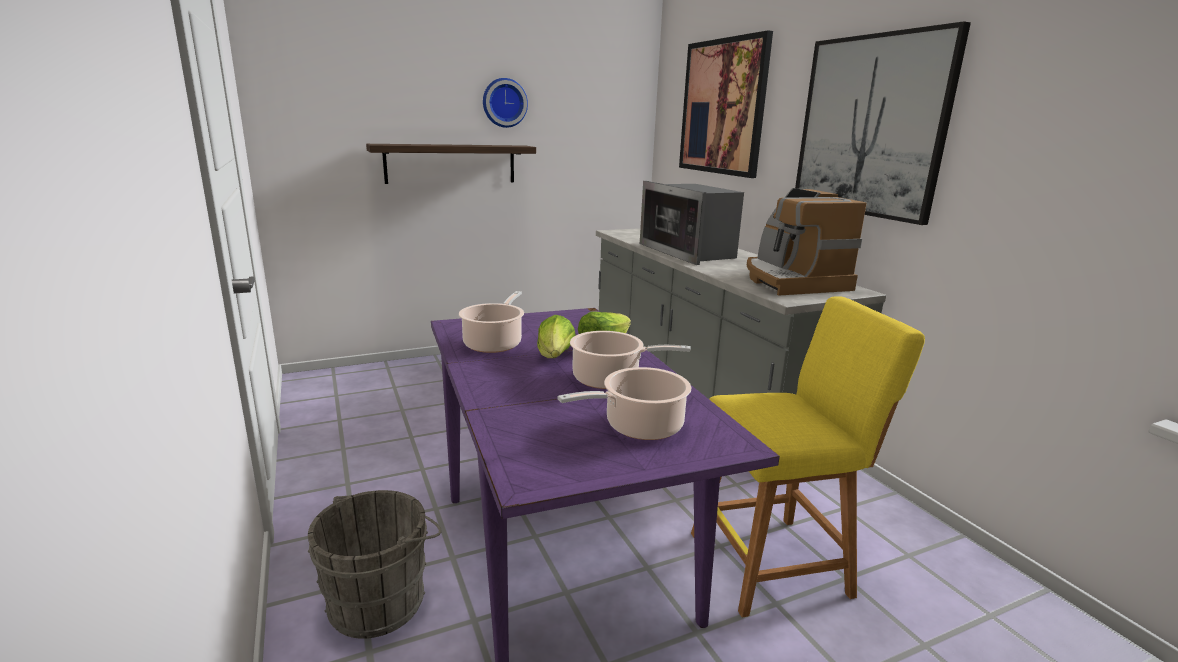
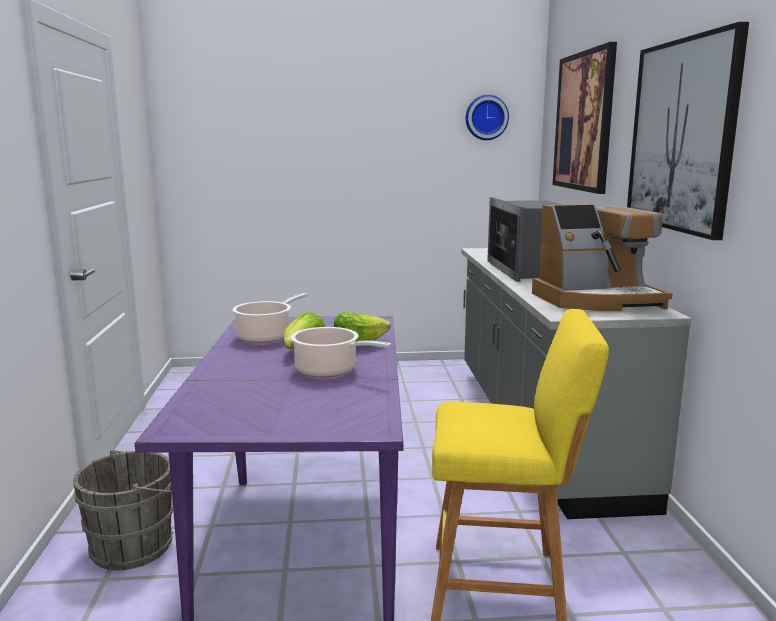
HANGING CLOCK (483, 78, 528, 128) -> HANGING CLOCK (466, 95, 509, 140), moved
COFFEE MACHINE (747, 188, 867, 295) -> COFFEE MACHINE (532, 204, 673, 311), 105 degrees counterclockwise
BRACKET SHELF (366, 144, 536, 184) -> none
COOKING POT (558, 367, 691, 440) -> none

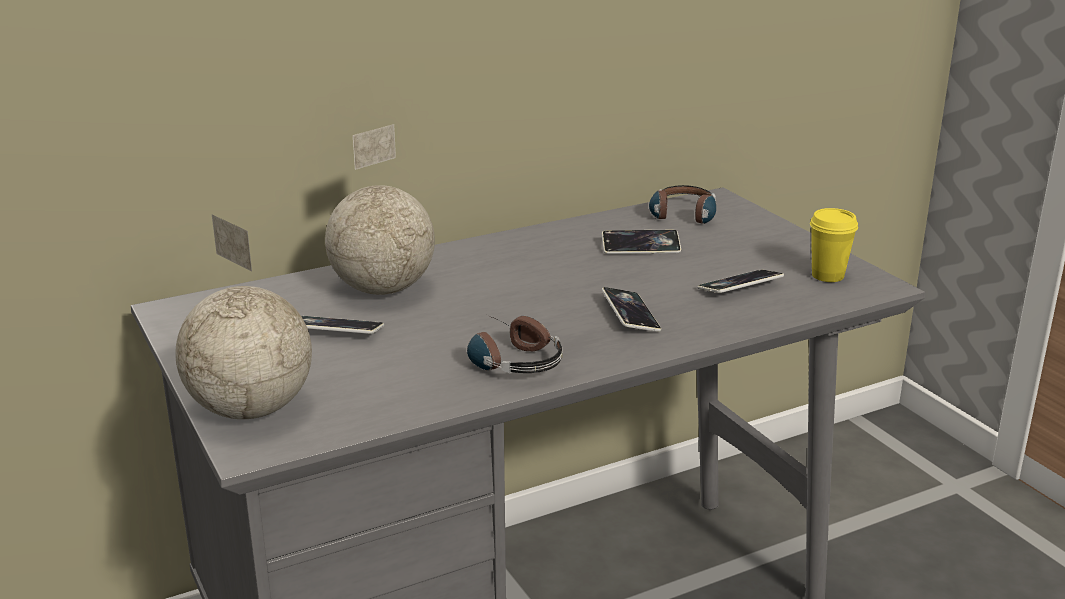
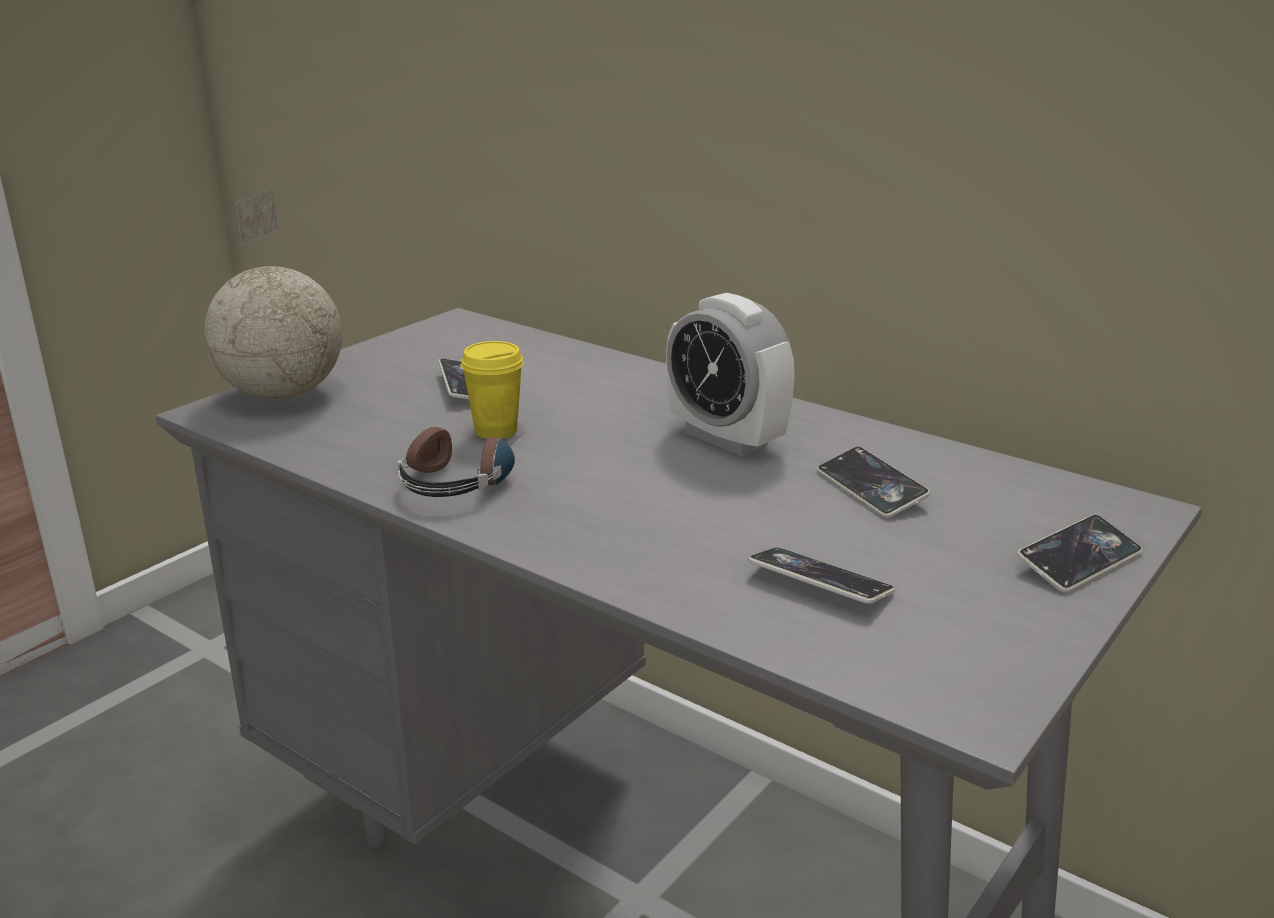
YELLOW SMALL CUP (810, 208, 858, 282) -> YELLOW SMALL CUP (461, 341, 524, 439), moved
none -> TABLE CLOCK (666, 293, 795, 456)
HANDSET (602, 287, 661, 332) -> HANDSET (1017, 515, 1142, 592), moved
GLOBE (325, 124, 435, 295) -> none
HEADSET (649, 185, 716, 224) -> none

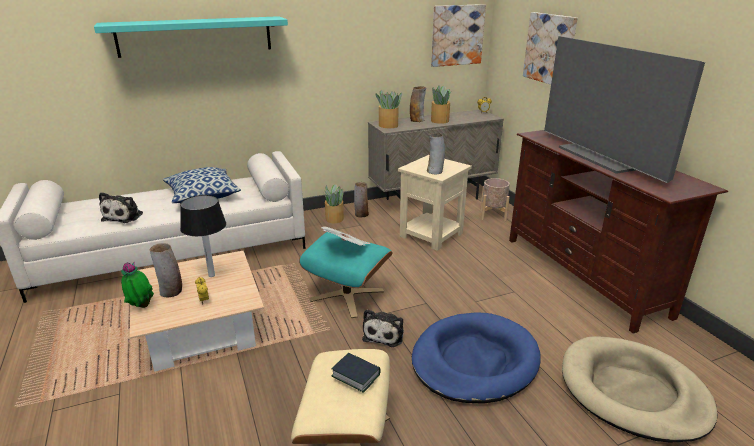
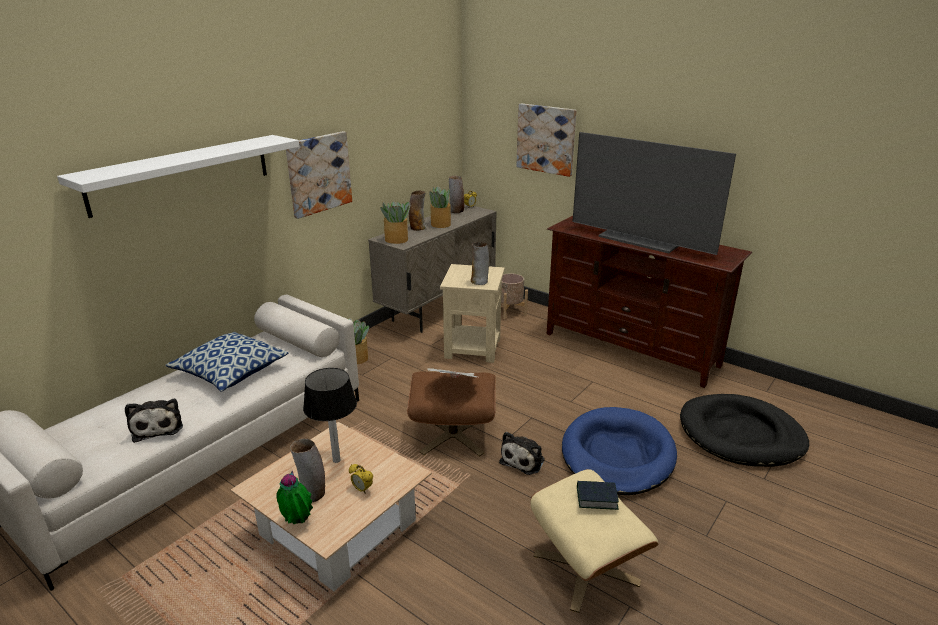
TURQUOISE BRACKET SHELF (94, 16, 288, 58) -> WHITISH BRACKET SHELF (57, 135, 300, 218)
WALL ART (431, 4, 486, 67) -> WALL ART (286, 131, 352, 219), moved
TURQUOISE OTTOMAN (299, 232, 393, 318) -> BROWNISH OTTOMAN (407, 372, 496, 457)
VASE (354, 182, 369, 218) -> VASE (449, 176, 464, 213), moved
SOFT TOY (362, 309, 404, 347) -> SOFT TOY (499, 432, 545, 475), 45 degrees clockwise
BEIGE-COLOURED PET BED (562, 336, 718, 442) -> BLACKISH PET BED (680, 394, 809, 467)

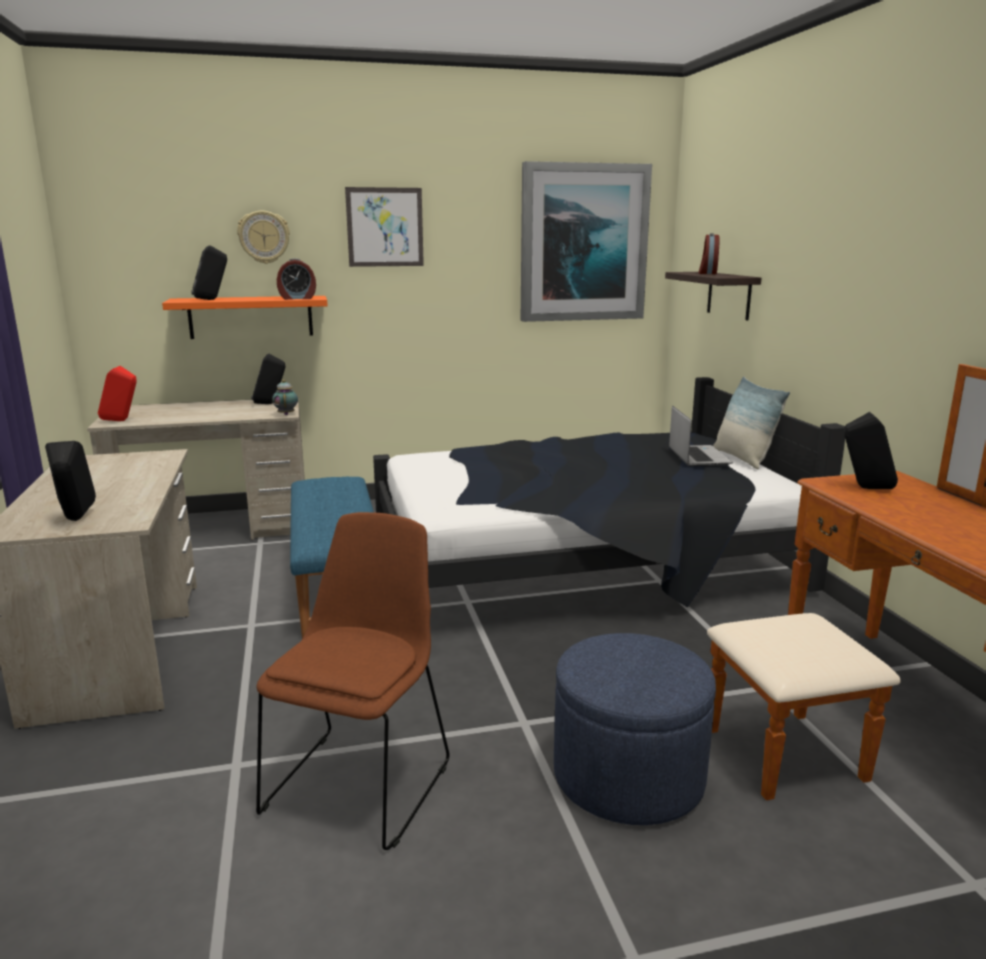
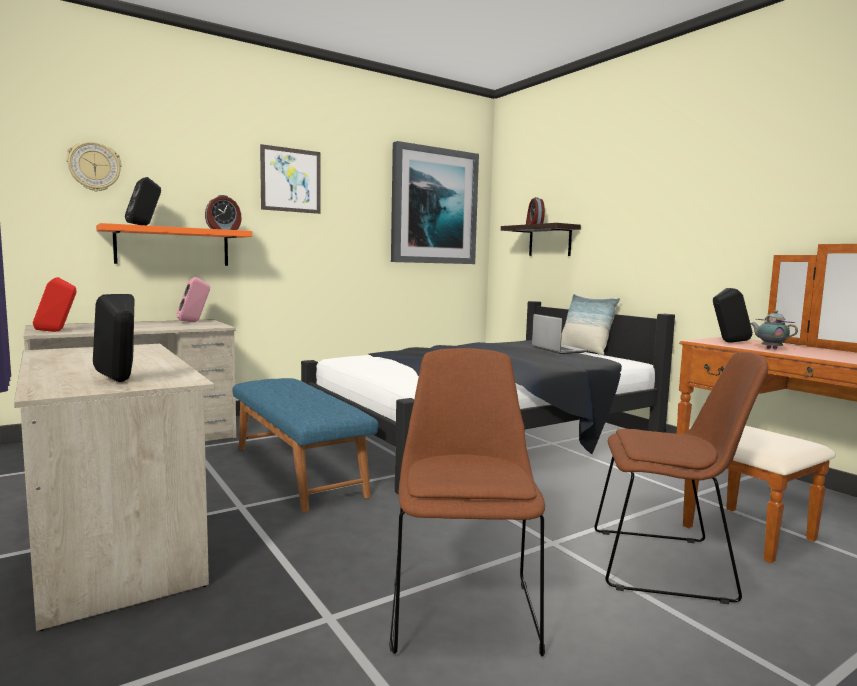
HANGING CLOCK (237, 211, 290, 264) -> HANGING CLOCK (66, 141, 122, 191), moved
BLACKISH AUDIO SPEAKER (251, 353, 285, 404) -> PINKISH AUDIO SPEAKER (177, 277, 210, 322)
BLUE OTTOMAN (554, 633, 716, 825) -> BROWNISH CHAIR (594, 352, 768, 604)
POT FOR TEA (272, 380, 298, 415) -> POT FOR TEA (750, 310, 798, 350), moved

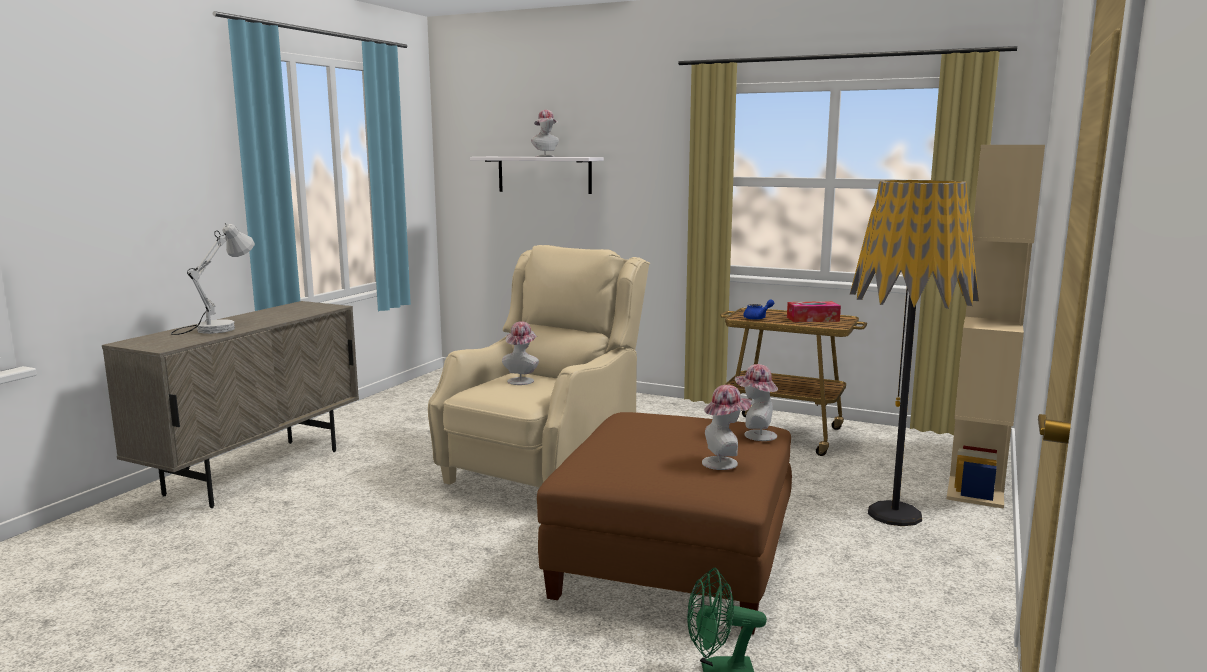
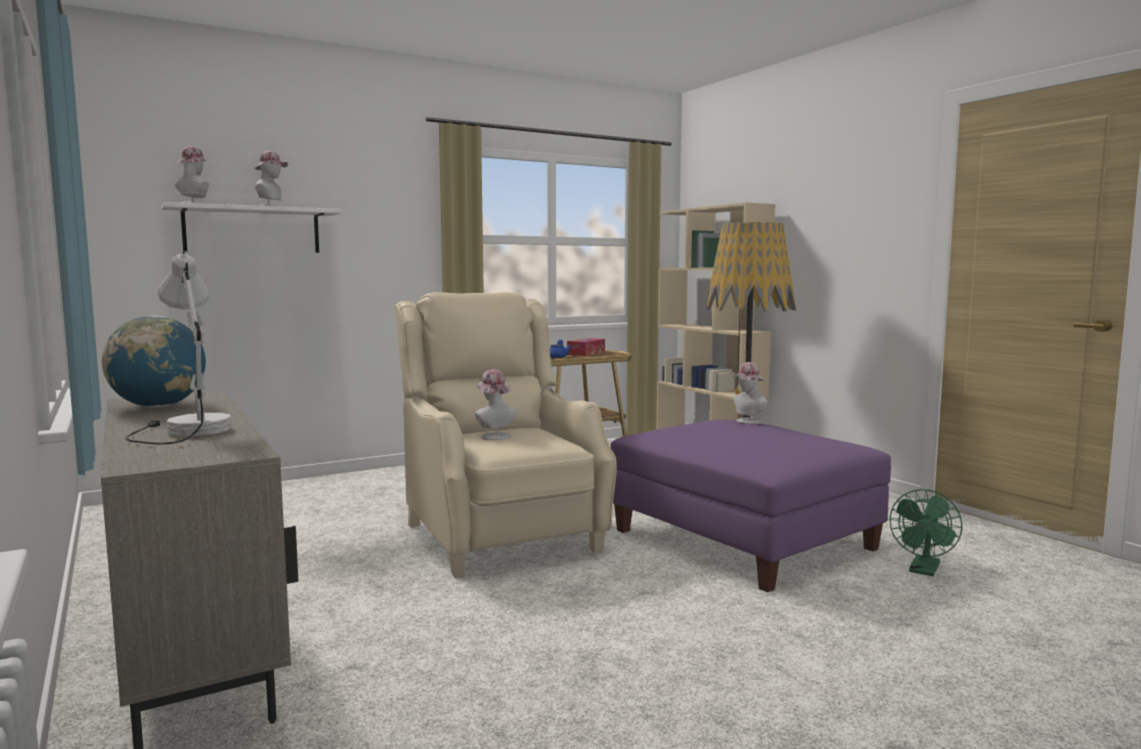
none -> GLOBE (102, 316, 206, 407)
HAT (702, 385, 752, 470) -> HAT (175, 146, 210, 204), moved
BROWNISH OTTOMAN (537, 412, 792, 635) -> PURPLE-COLOURED OTTOMAN (611, 420, 891, 592)

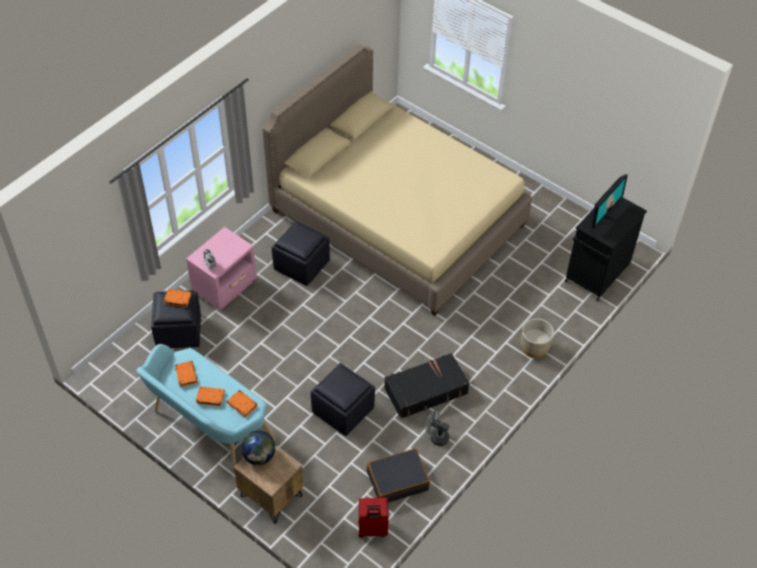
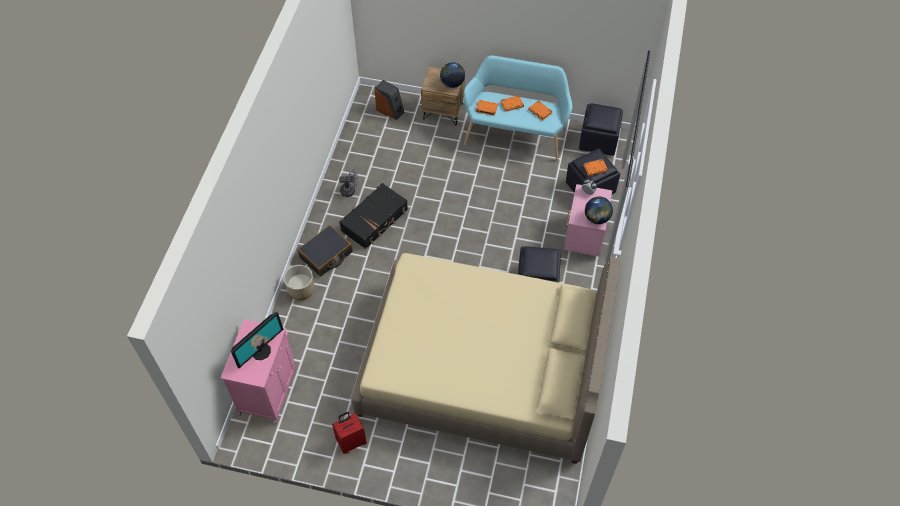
BLACKISH CABINET (565, 197, 647, 301) -> PINKISH CABINET (220, 319, 296, 424)
COMPUTER SCREEN (592, 174, 628, 229) -> COMPUTER SCREEN (231, 312, 284, 368), 150 degrees counterclockwise
BLACKISH SUITCASE (367, 448, 430, 503) -> BLACKISH SUITCASE (298, 225, 353, 276), moved
RED-COLOURED SUITCASE (358, 498, 389, 538) -> RED-COLOURED SUITCASE (332, 412, 367, 454), moved
none -> AUDIO SPEAKER (375, 80, 404, 120)
BLACKISH OTTOMAN (311, 363, 375, 436) -> BLACKISH OTTOMAN (579, 103, 623, 156), moved
none -> GLOBE (585, 197, 613, 224)

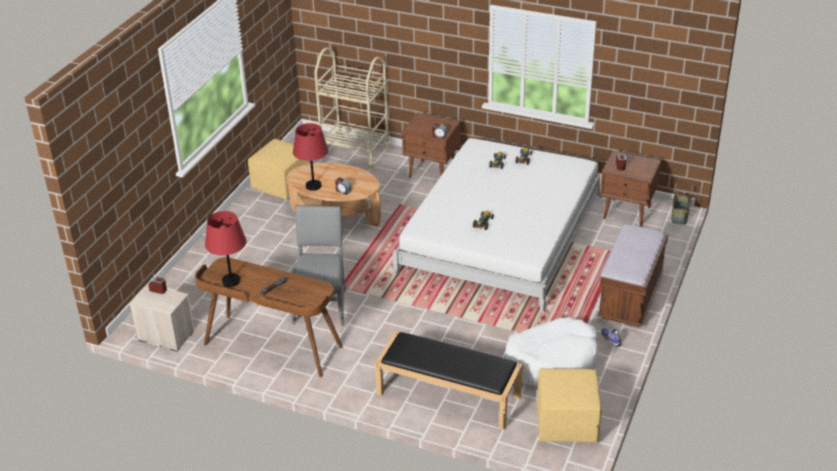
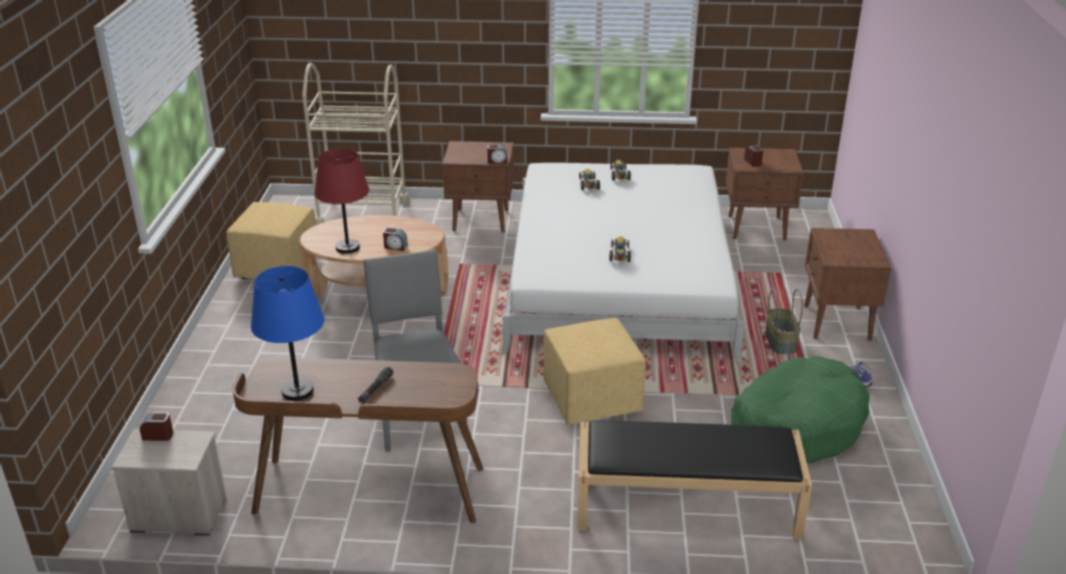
RED-COLOURED TABLETOP LAMP (205, 211, 246, 287) -> BLUE TABLETOP LAMP (251, 266, 324, 401)
YELLOW OTTOMAN (537, 368, 602, 443) -> YELLOW OTTOMAN (543, 318, 646, 425), moved
WHITISH PET BED (505, 317, 598, 387) -> GREEN PET BED (731, 356, 869, 463)
HOUSEHOLD BASKET (672, 183, 693, 225) -> HOUSEHOLD BASKET (765, 289, 803, 354), moved
BROWNISH BENCH (597, 224, 669, 327) -> BROWNISH NIGHT TABLE (804, 228, 891, 341)

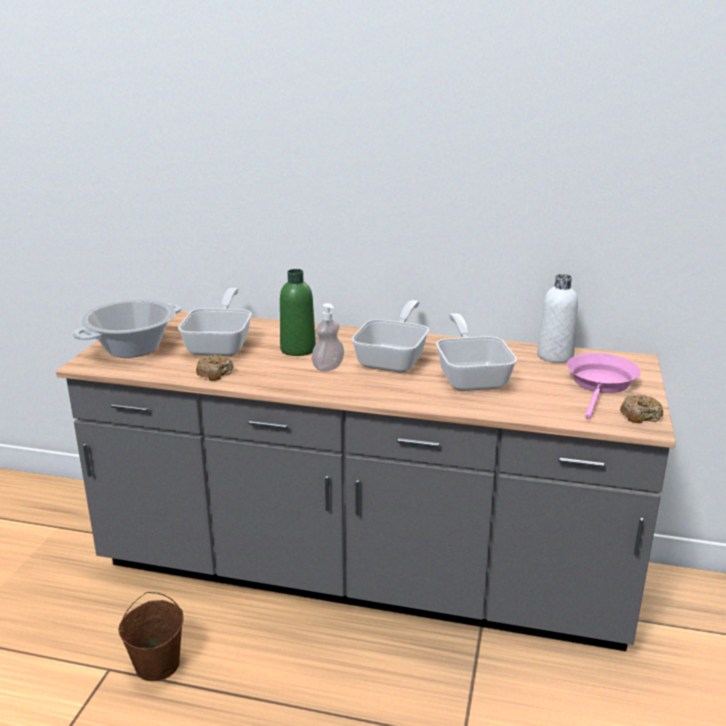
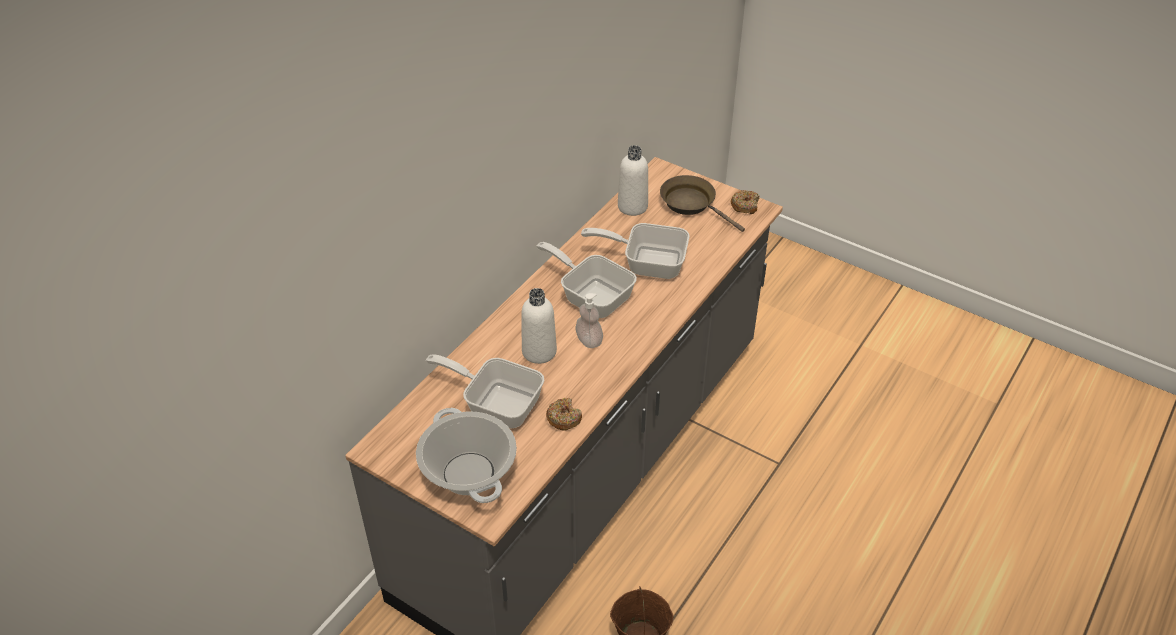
GREEN BOTTLE (280, 269, 316, 356) -> WHITISH BOTTLE (521, 288, 557, 364)
PINKISH FRYING PAN (567, 353, 641, 419) -> BROWNISH FRYING PAN (660, 175, 745, 232)

